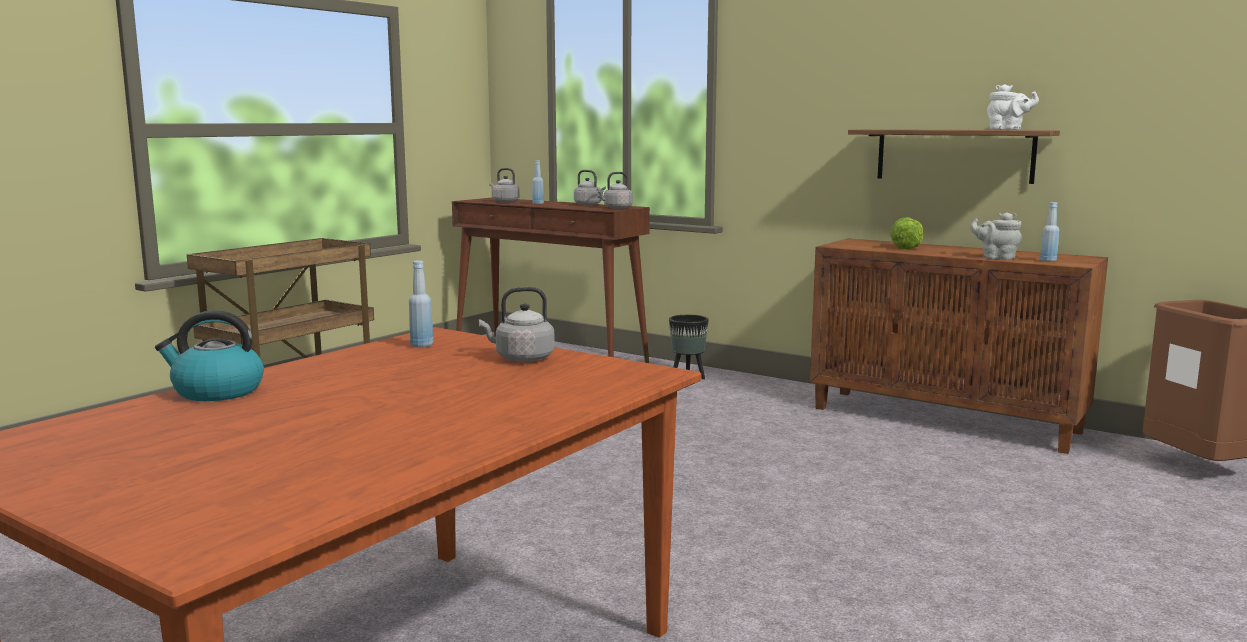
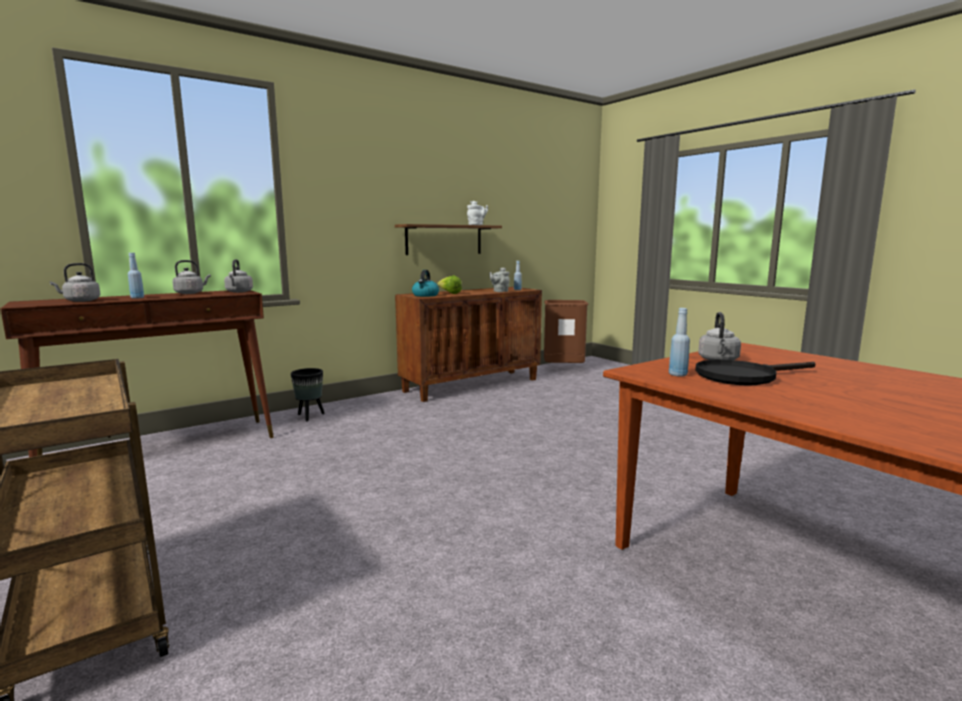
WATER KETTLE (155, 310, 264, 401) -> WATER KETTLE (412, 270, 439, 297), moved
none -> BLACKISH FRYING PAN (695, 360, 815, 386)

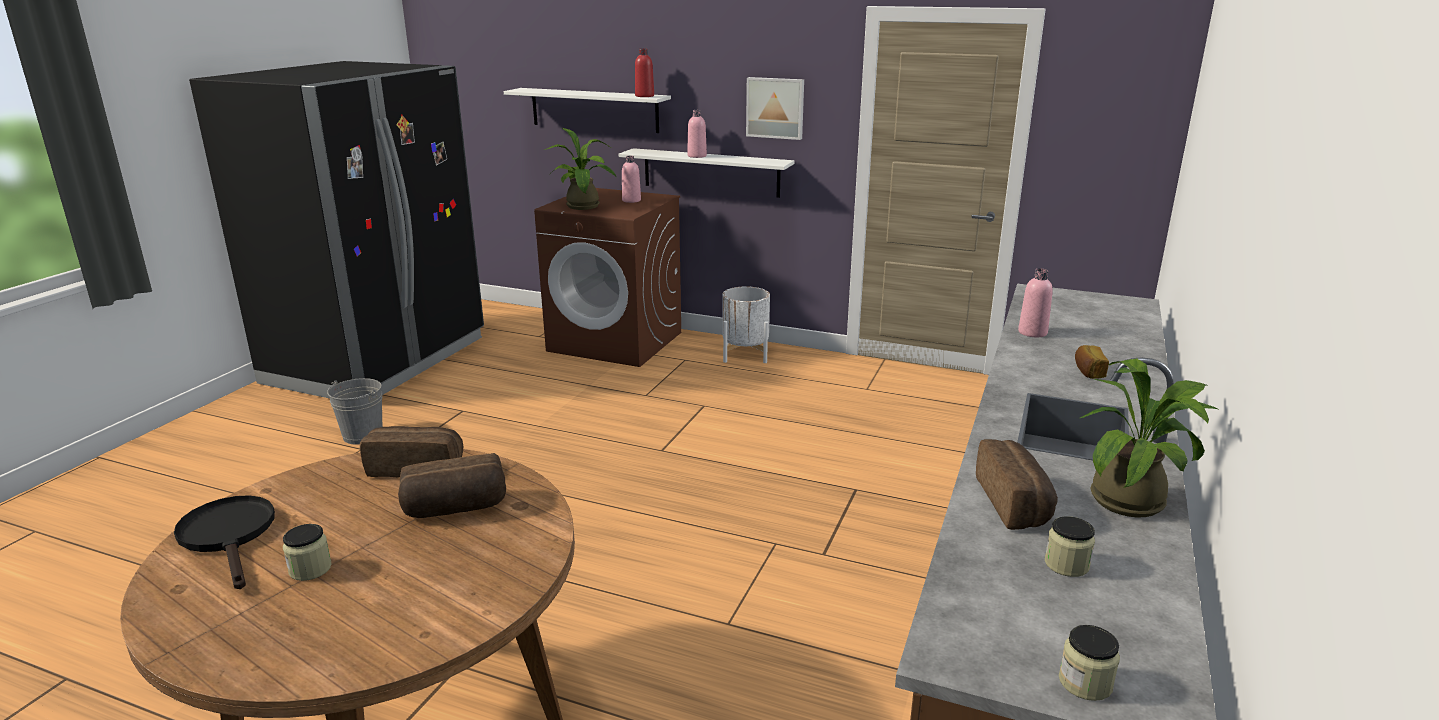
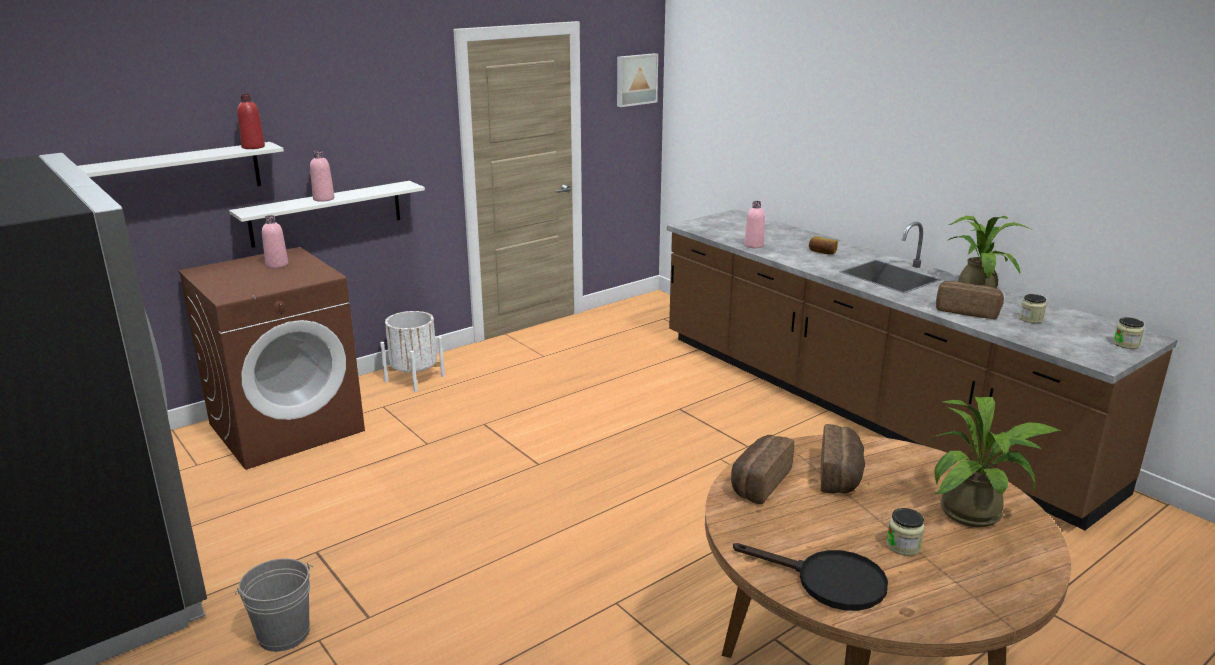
WALL ART (746, 77, 804, 140) -> WALL ART (617, 53, 658, 107), moved
BLACKISH FRYING PAN (174, 495, 275, 589) -> BLACKISH FRYING PAN (733, 543, 888, 611), 150 degrees counterclockwise
PLANT IN A POT (544, 128, 616, 210) -> PLANT IN A POT (934, 396, 1060, 527), moved

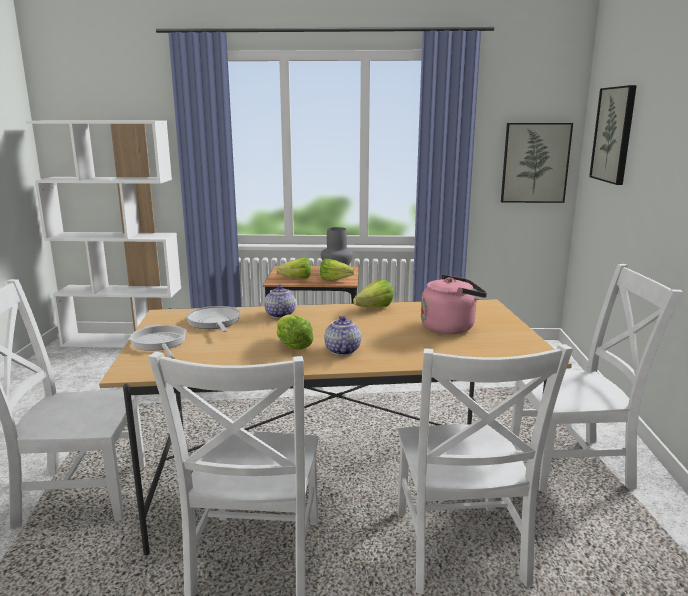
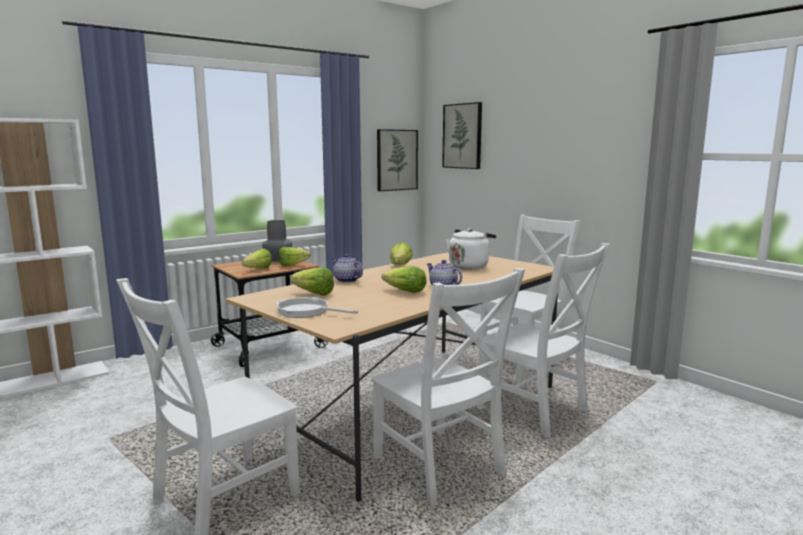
FRYING PAN (186, 306, 241, 332) -> HEAD OF LETTUCE (290, 267, 334, 296)
PINKISH WATER KETTLE (421, 275, 487, 334) -> WHITISH WATER KETTLE (445, 228, 496, 269)

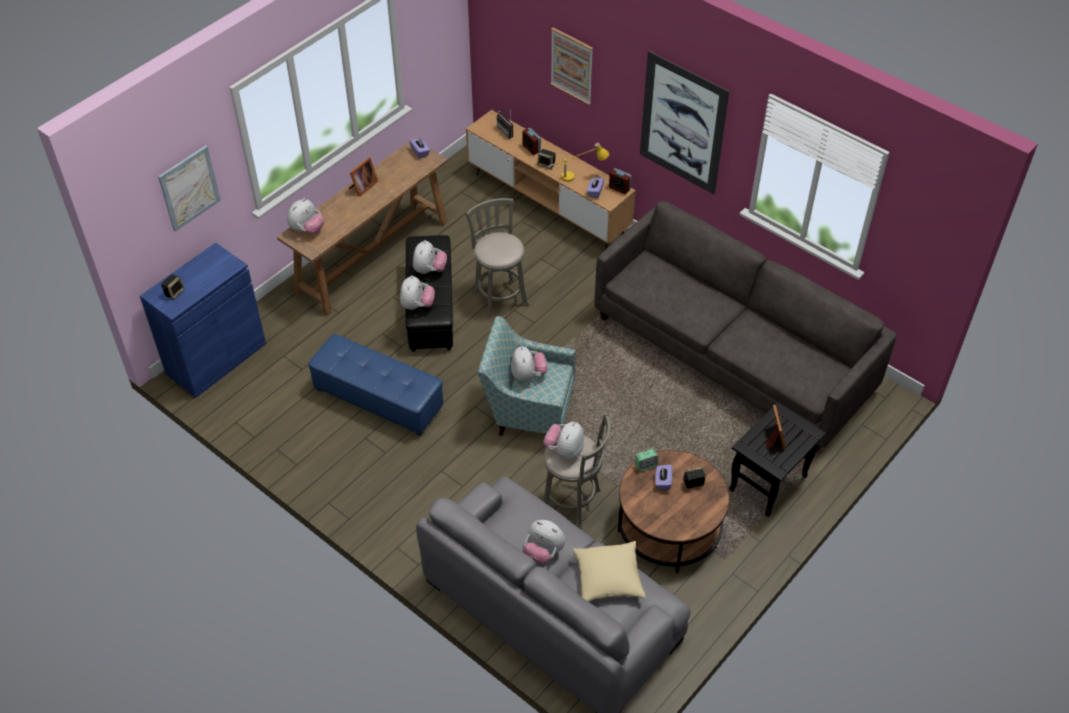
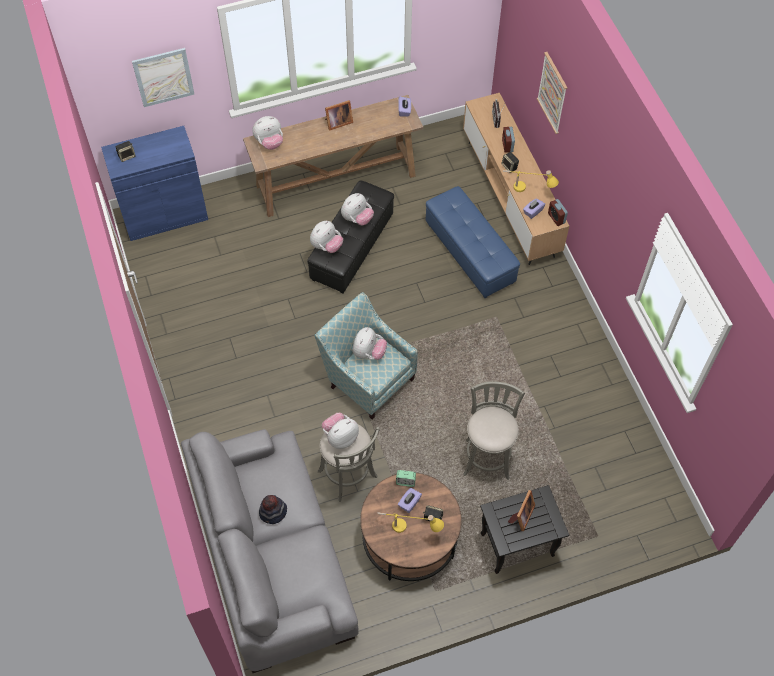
SOFT TOY (524, 520, 565, 564) -> HAT (259, 495, 287, 524)
none -> YELLOW TABLETOP LAMP (377, 513, 444, 533)
BLUE OTTOMAN (308, 334, 443, 436) -> BLUE OTTOMAN (426, 186, 520, 298), moved
GREY SITTING STOOL (466, 198, 529, 319) -> GREY SITTING STOOL (463, 382, 525, 480), moved
BEIGE-COLOURED THROW PILLOW (573, 541, 646, 602) -> none
GREY SETTEE (594, 201, 897, 452) -> none
WALL ART (640, 51, 729, 194) -> none

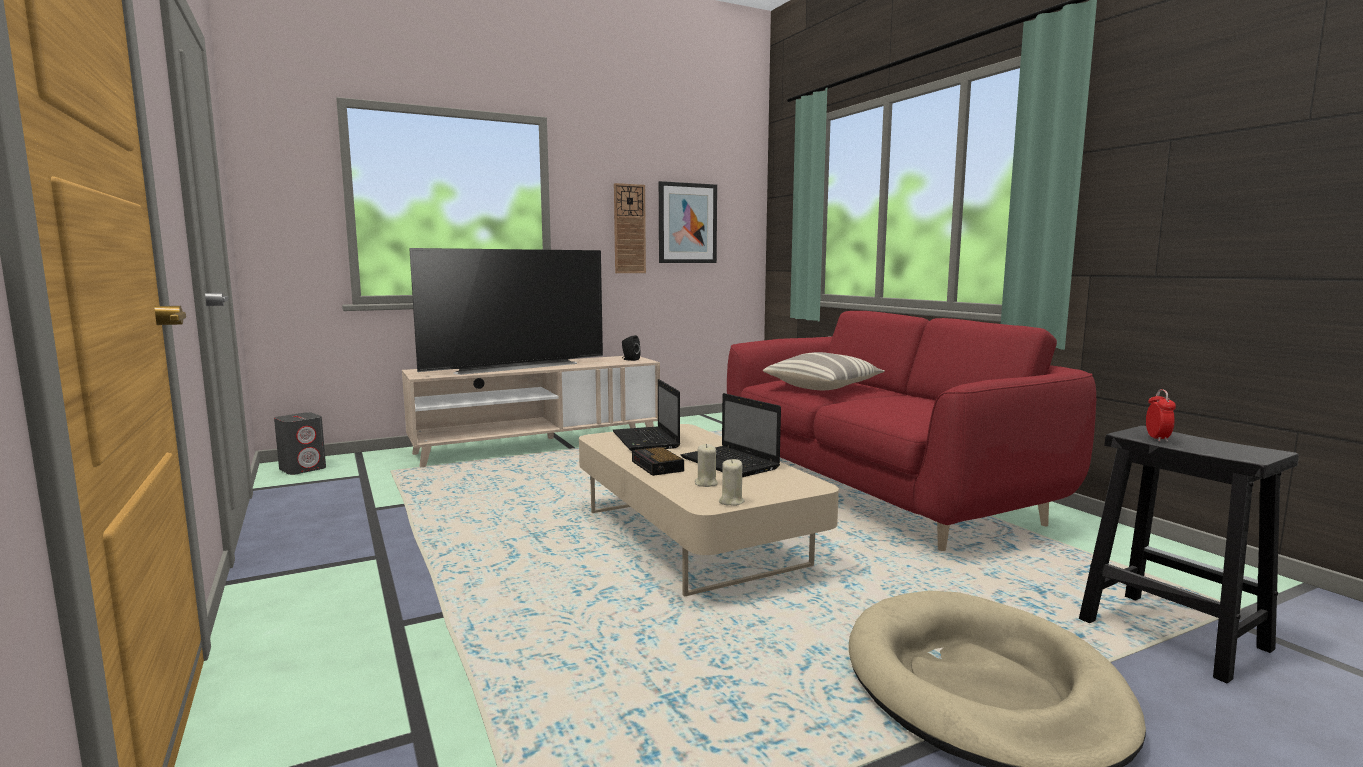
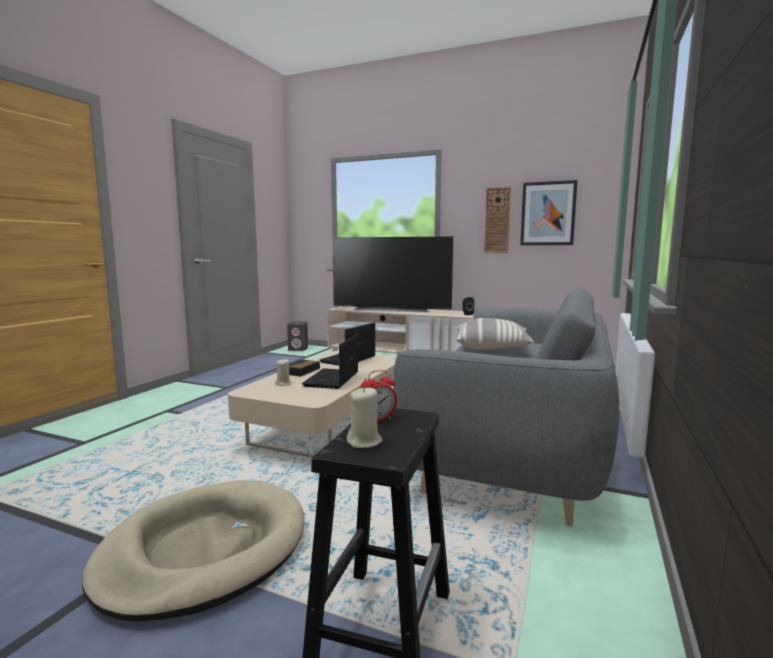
BEIGE-COLOURED WAX LIGHT (719, 459, 745, 506) -> BEIGE-COLOURED WAX LIGHT (347, 386, 383, 448), moved
RED-COLOURED SETTEE (727, 311, 1096, 551) -> GREY SETTEE (393, 288, 619, 526)

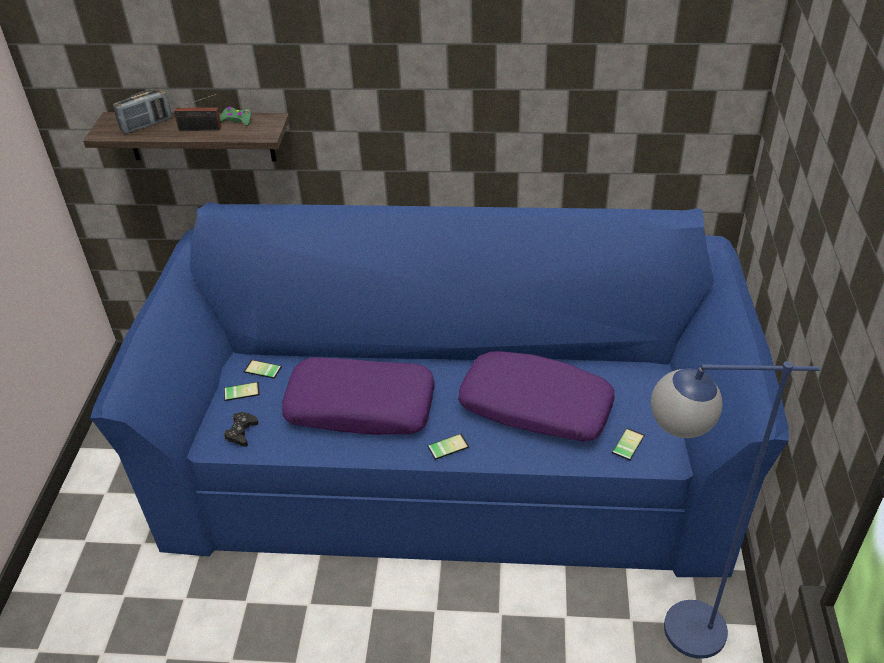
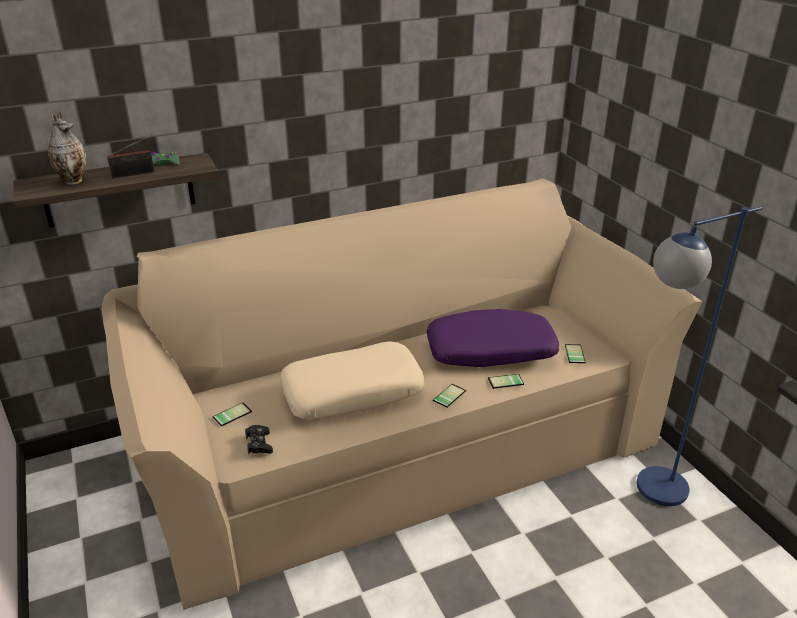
RADIO RECEIVER (113, 88, 172, 134) -> VASE (48, 111, 87, 185)
BLUE SETTEE (90, 202, 789, 577) -> BEIGE-COLOURED SETTEE (102, 178, 702, 610)
PURPLE-COLOURED THROW PILLOW (282, 357, 435, 435) -> BEIGE-COLOURED THROW PILLOW (280, 341, 425, 419)
HANDSET (244, 360, 282, 379) -> HANDSET (488, 374, 524, 389), moved

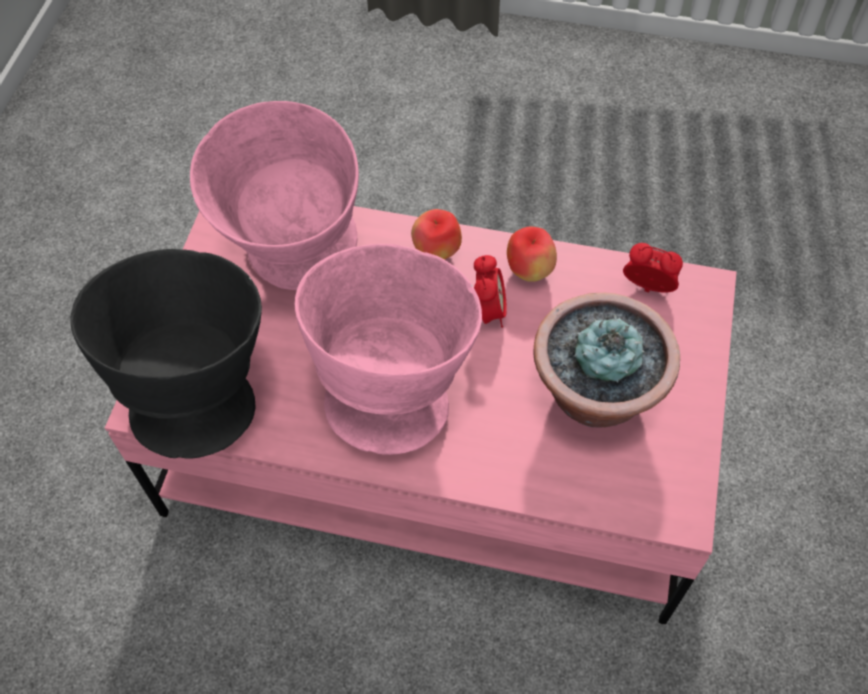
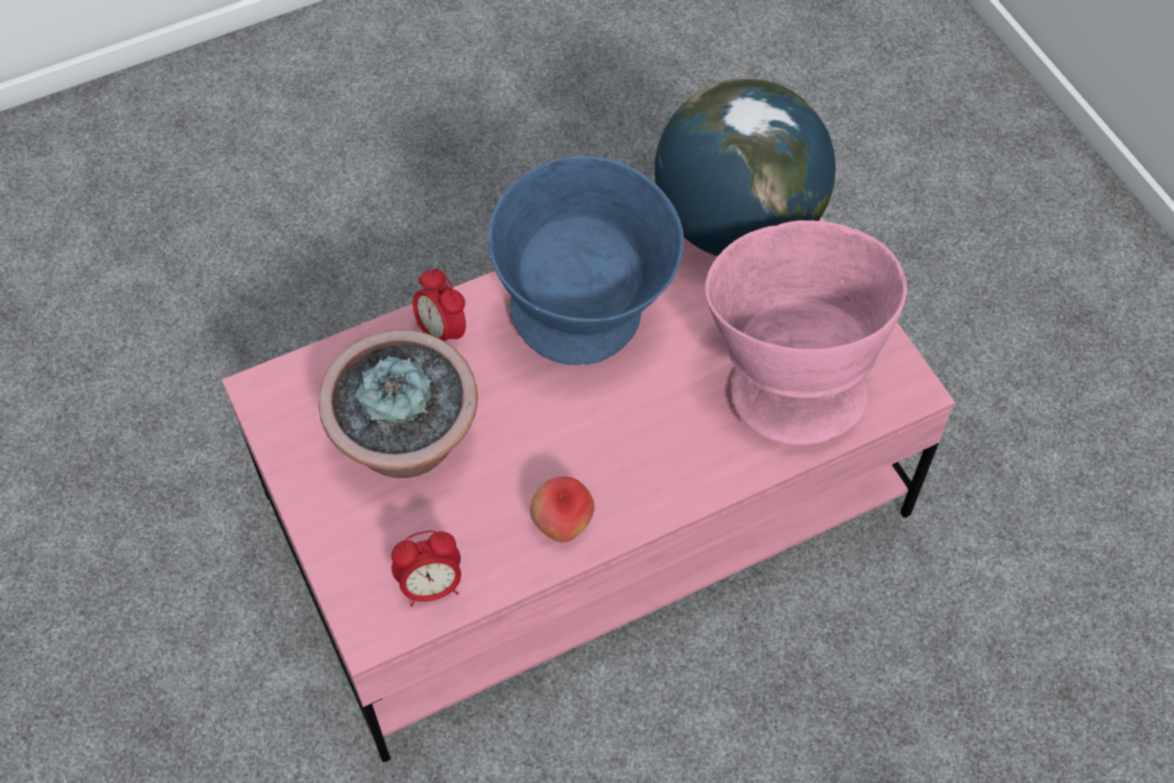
TABLE CLOCK (474, 255, 507, 328) -> TABLE CLOCK (412, 269, 466, 341), moved
PINKISH DEEP DISH (295, 244, 482, 455) -> BLUE DEEP DISH (488, 156, 684, 365)
BLACKISH DEEP DISH (70, 249, 262, 459) -> GLOBE (655, 78, 836, 256)
WHOLE APPLE (411, 209, 462, 260) -> none

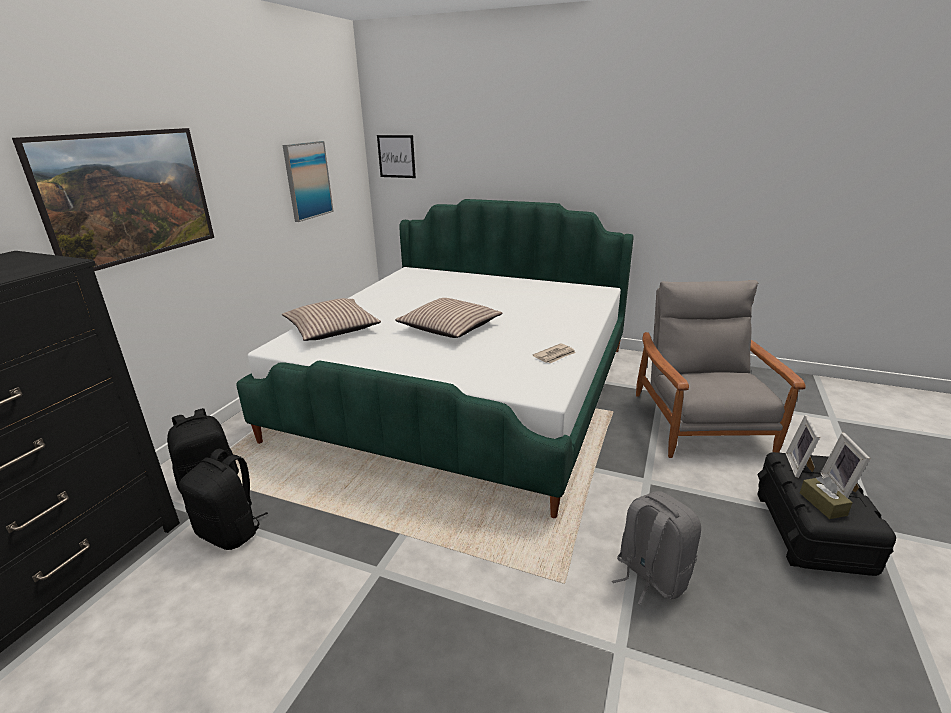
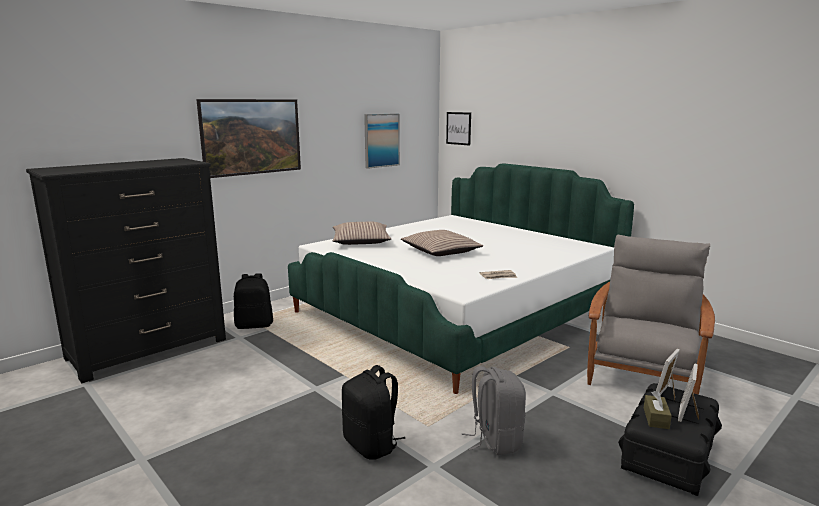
BLACKISH BACKPACK (179, 449, 268, 550) -> BLACKISH BACKPACK (342, 365, 405, 460), moved

